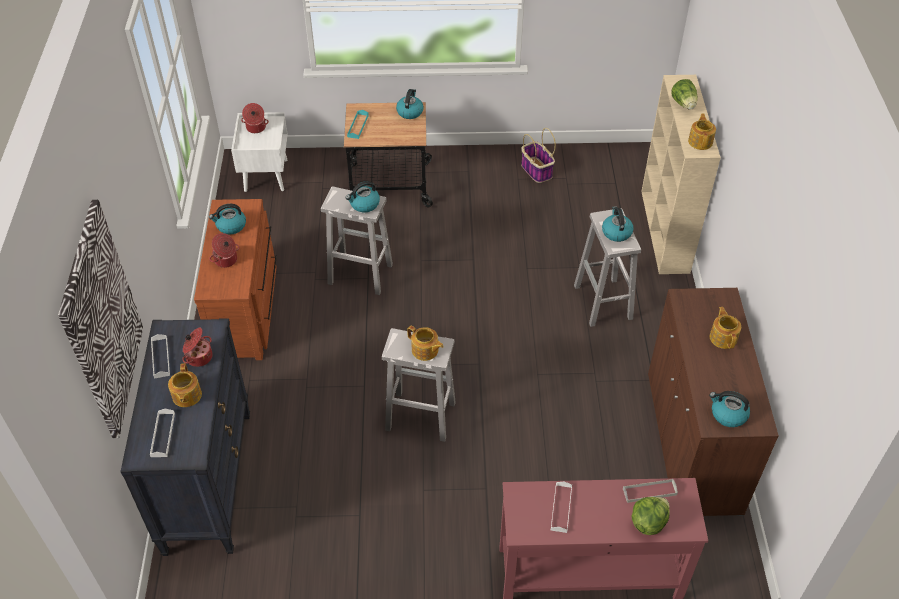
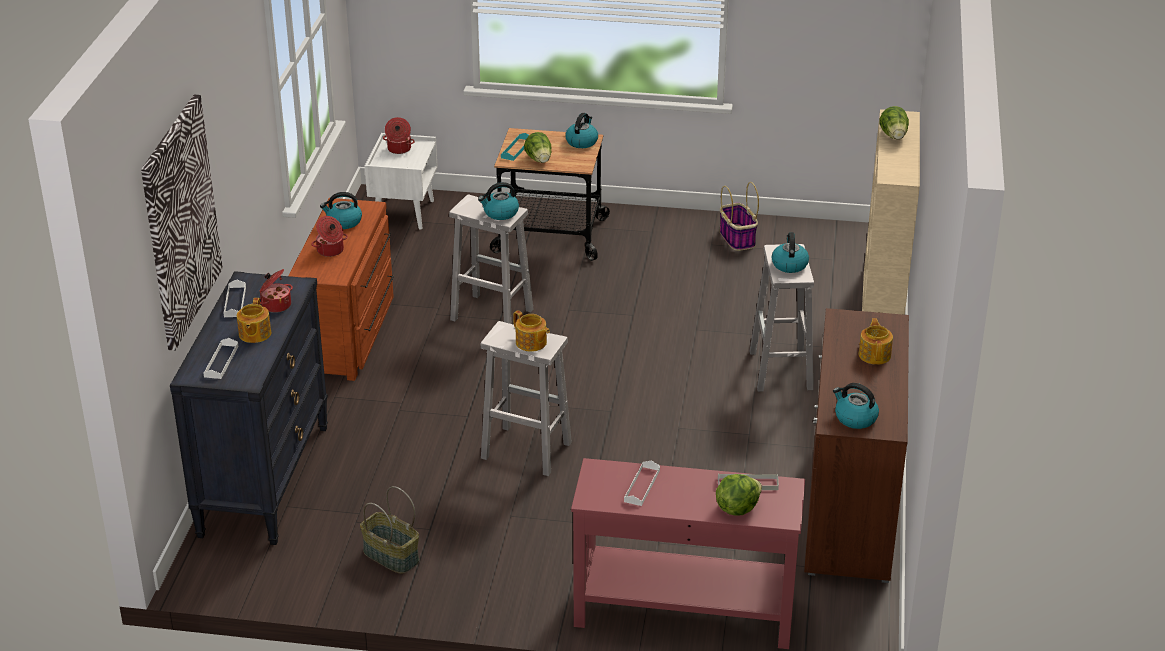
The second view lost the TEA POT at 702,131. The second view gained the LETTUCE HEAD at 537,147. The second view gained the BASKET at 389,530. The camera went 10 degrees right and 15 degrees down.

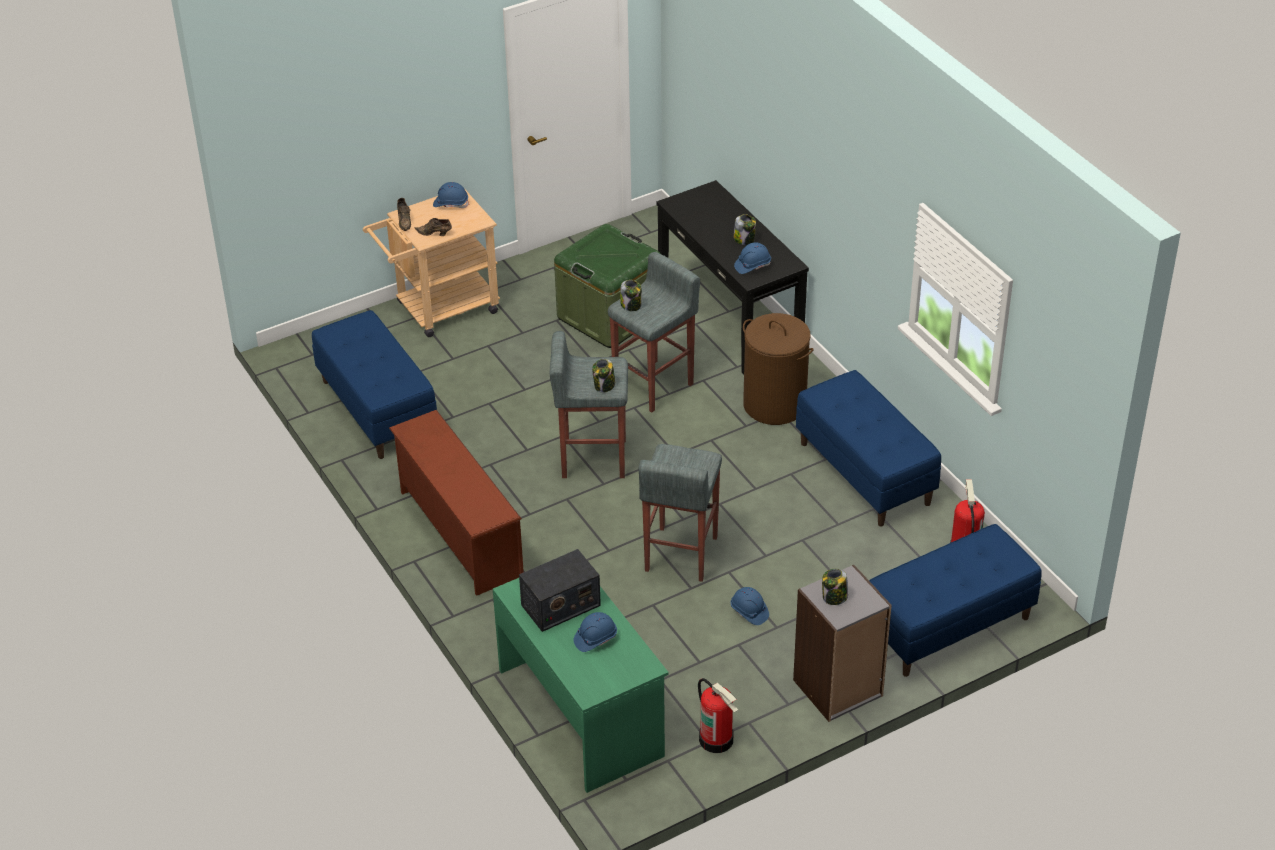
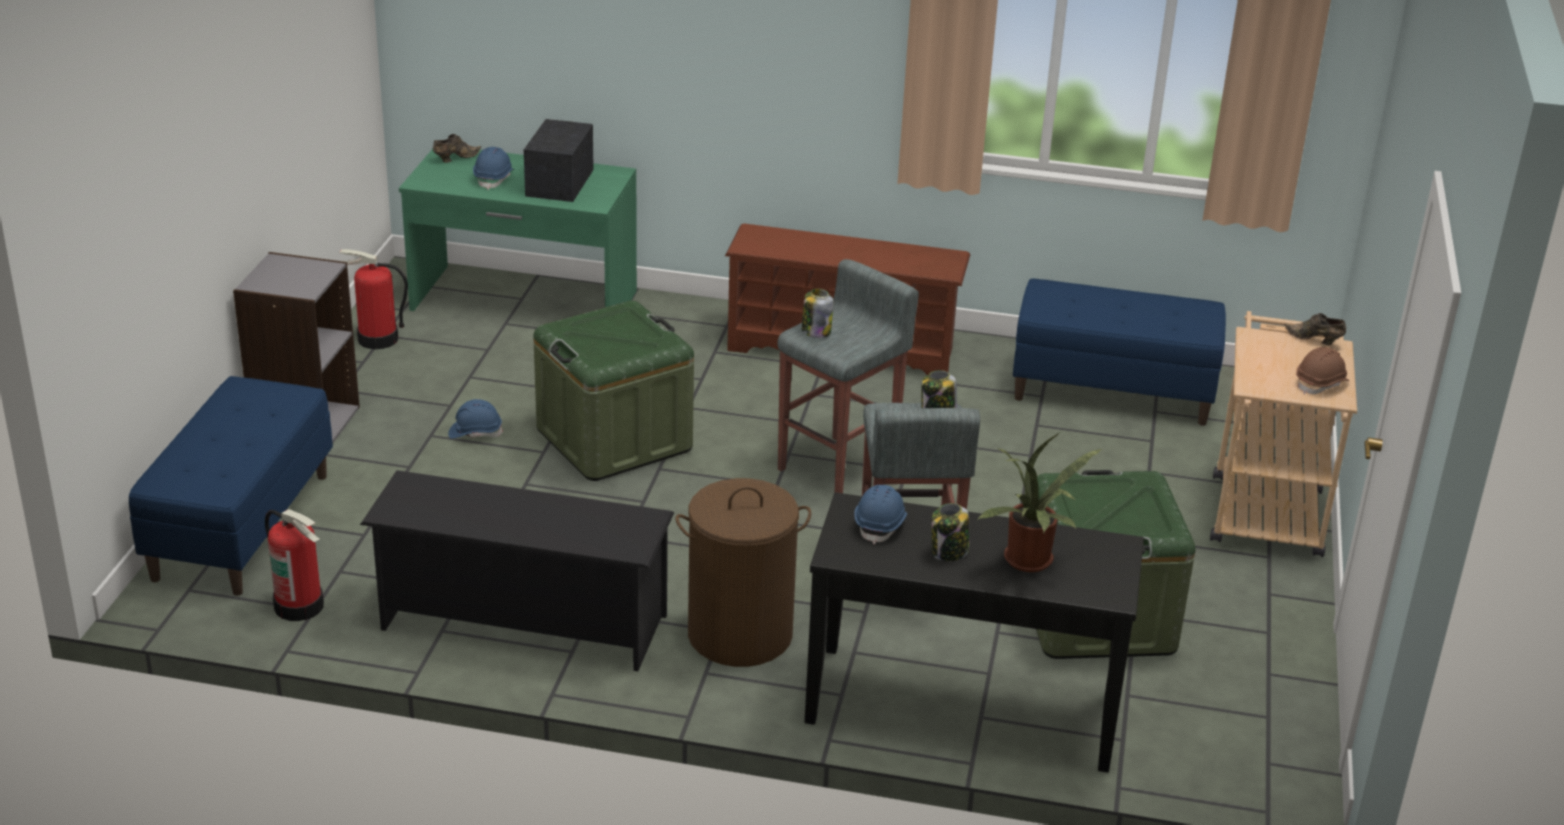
What was the BLUE SAFETY HELMET at 451,195 turned into the BROWN-COLOURED SAFETY HELMET at 1322,370. The BROWN-COLOURED LOW SHOE ended up elsewhere, having gone from 433,227 to 457,148. Where the BLUE INDOOR BENCH stood at 868,448, the BLACK SHOE RACK came to stand at 517,570. Where the GRAY SITTING STOOL stood at 680,513, the GREENISH STORAGE BIN came to stand at 613,391. The second view lost the JAR at 835,587. The second view gained the PLANT IN A POT at 1039,502. The camera went 130 degrees right and 10 degrees down.

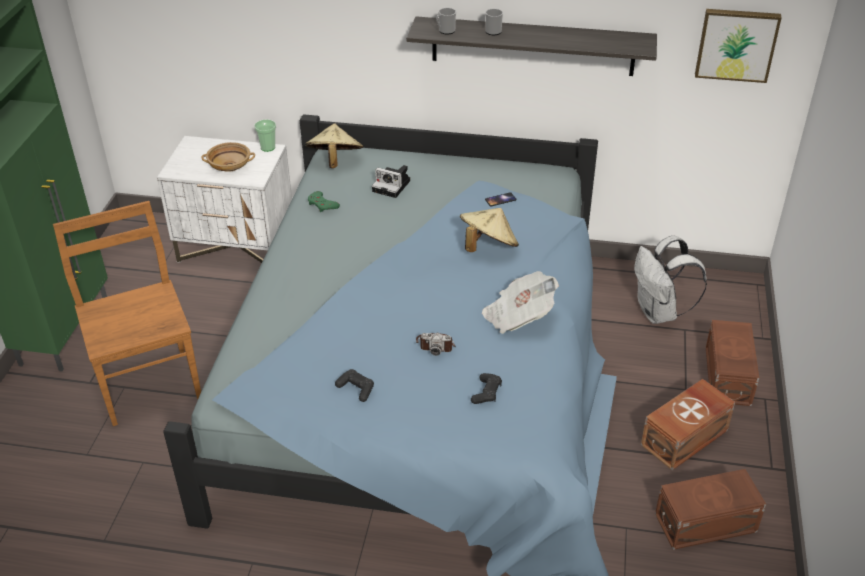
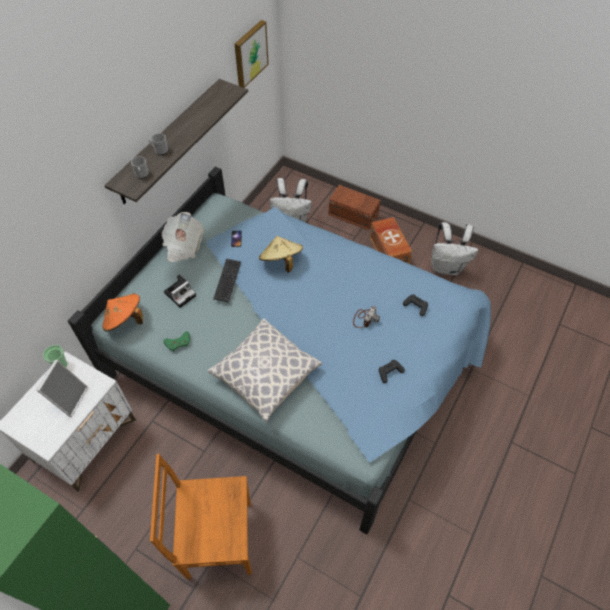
What was the BEIGE-COLOURED WEARABLE HAT at 334,145 turned into the ORANGE WEARABLE HAT at 122,312. Where the BEIGE-COLOURED SERVING BOWL stood at 228,157, the STANDING FRAME came to stand at 62,388. The NEWSPAPER ended up elsewhere, having gone from 520,302 to 182,237. Where the BROWN-COLOURED STORAGE BIN stood at 710,509, the WHITISH KNAPSACK came to stand at 454,248. The second view gained the PC KEYBOARD at 227,281. The second view gained the THROW PILLOW at 265,370. The camera went 70 degrees left and 15 degrees up.

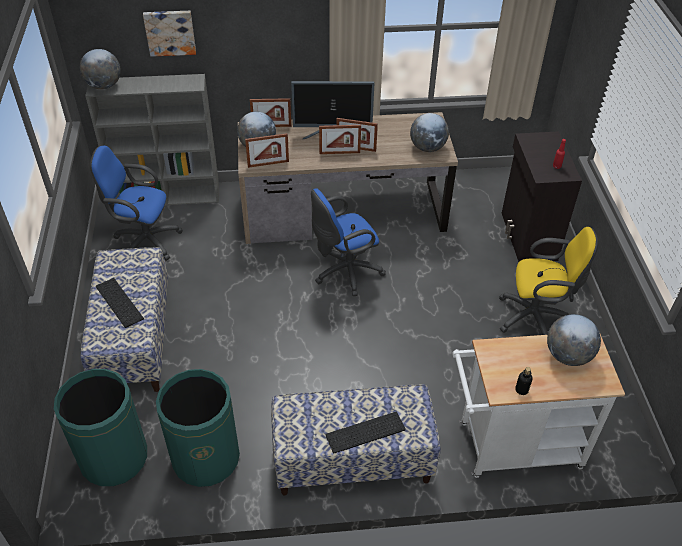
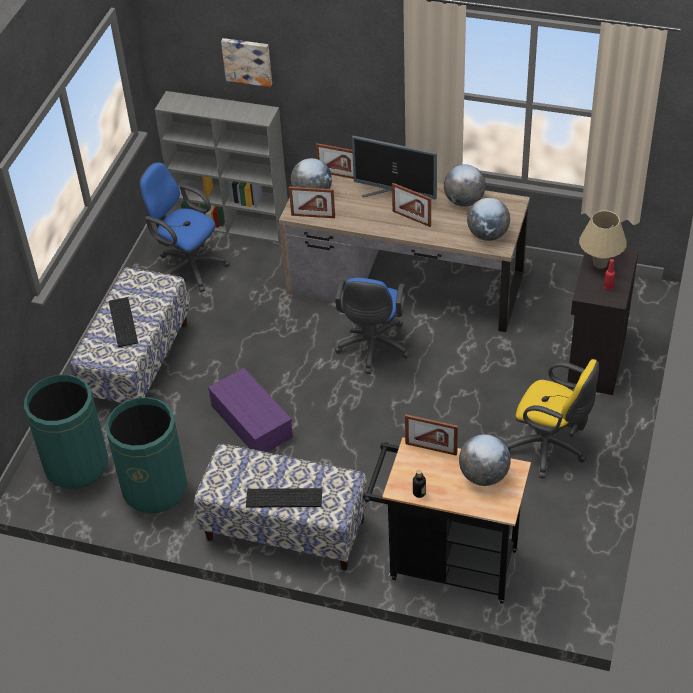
The WORLD GLOBE ended up elsewhere, having gone from 100,69 to 465,185. The STANDING FRAME ended up elsewhere, having gone from 340,139 to 431,435. The BLUE DESK CHAIR at 348,242 ended up facing another way, 75 degrees counterclockwise from before. What was the WHITISH CART at 538,406 turned into the BLACK CART at 447,520. The second view gained the BEIGE-COLOURED TABLE LAMP at 603,239. The second view gained the PURPLE-COLOURED STORAGE BIN at 250,410. The camera went 25 degrees right and 0 degrees up.

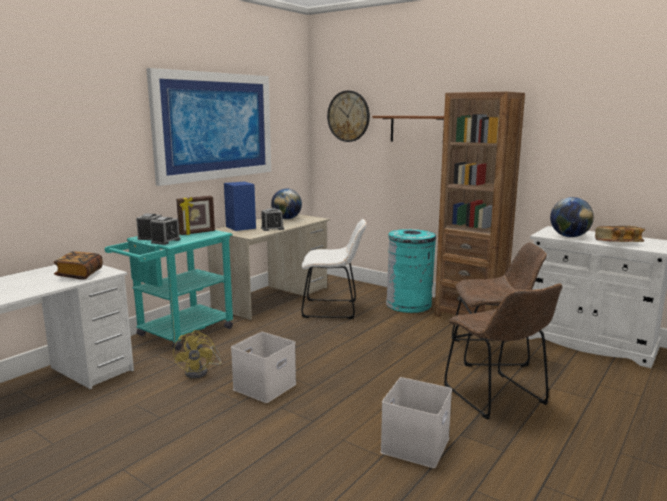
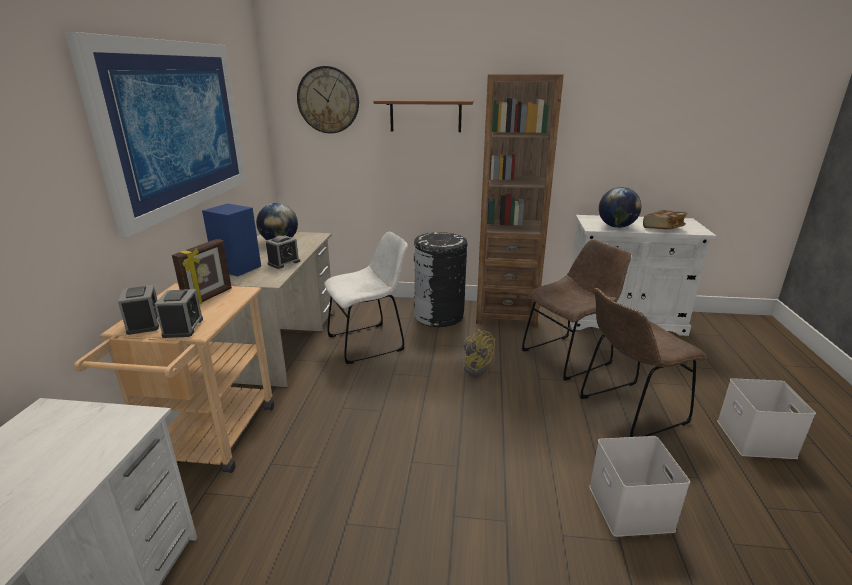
What was the TURQUOISE-COLOURED TRASH CAN at 411,271 turned into the BLACK TRASH CAN at 441,279. What was the TURQUOISE-COLOURED CART at 169,290 turned into the BEIGE-COLOURED CART at 174,378. The second view lost the VOLUME at 78,265. The BROWN-COLOURED PLAIN CHAIR at 503,351 ended up facing another way, 120 degrees clockwise from before. The YELLOW-COLOURED FAN ended up elsewhere, having gone from 197,354 to 479,352. The WHITISH STORAGE BIN ended up elsewhere, having gone from 263,367 to 766,418. The camera went 30 degrees left and 10 degrees up.

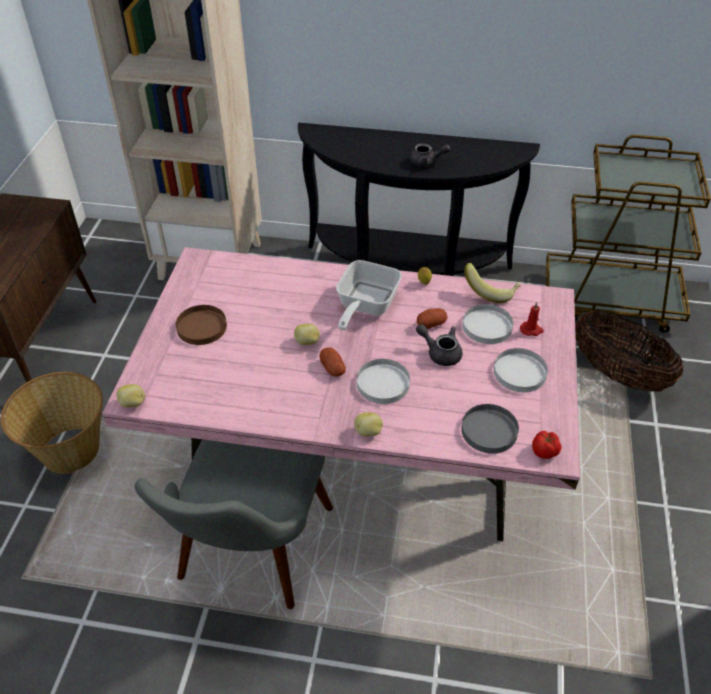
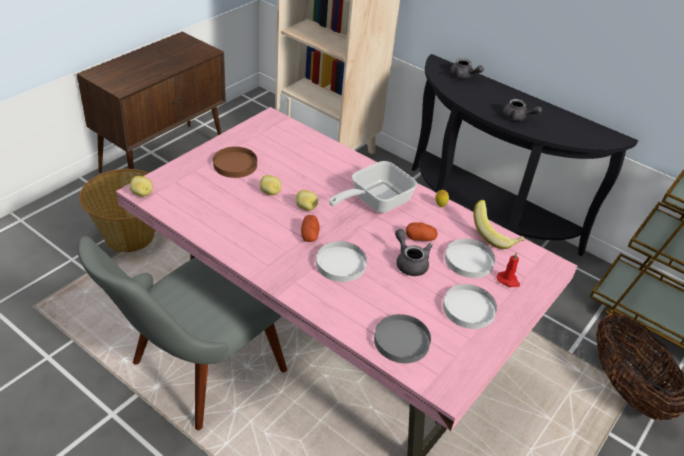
The SPUD ended up elsewhere, having gone from 368,424 to 271,185. The second view lost the FRESH TOMATO at 547,445. The second view gained the GRAY TEA POT at 467,68. The camera went 25 degrees right and 5 degrees down.

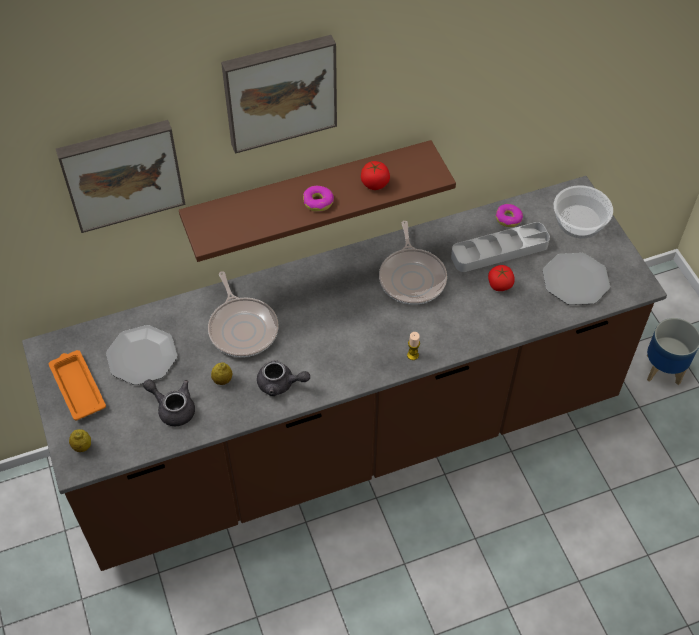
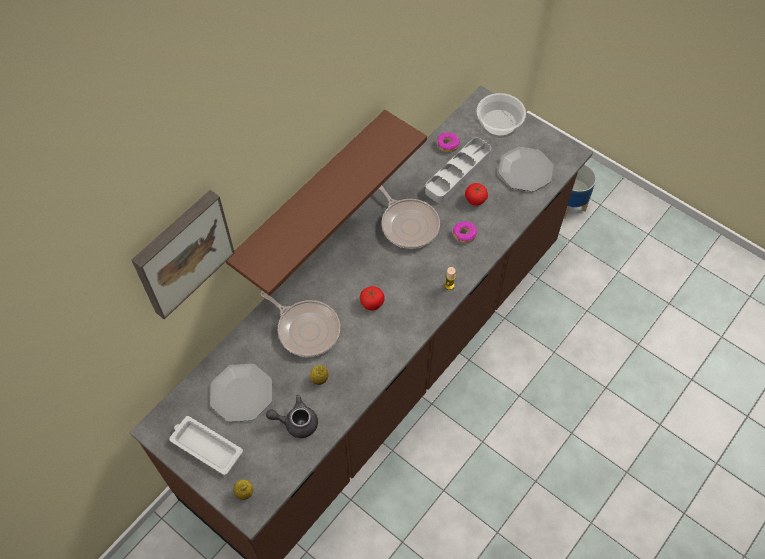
The second view lost the WALL ART at 279,94. The FRESH TOMATO ended up elsewhere, having gone from 375,175 to 372,298. The DONUT ended up elsewhere, having gone from 318,199 to 465,232. What was the ORANGE TRAY at 77,385 turned into the WHITISH TRAY at 206,445. The second view lost the GRAY TEA POT at 283,378. The camera went 30 degrees left and 5 degrees up.

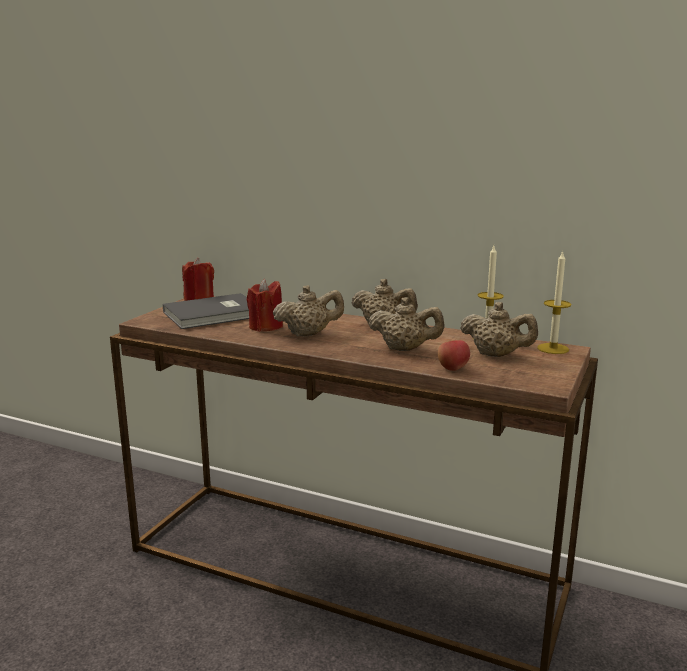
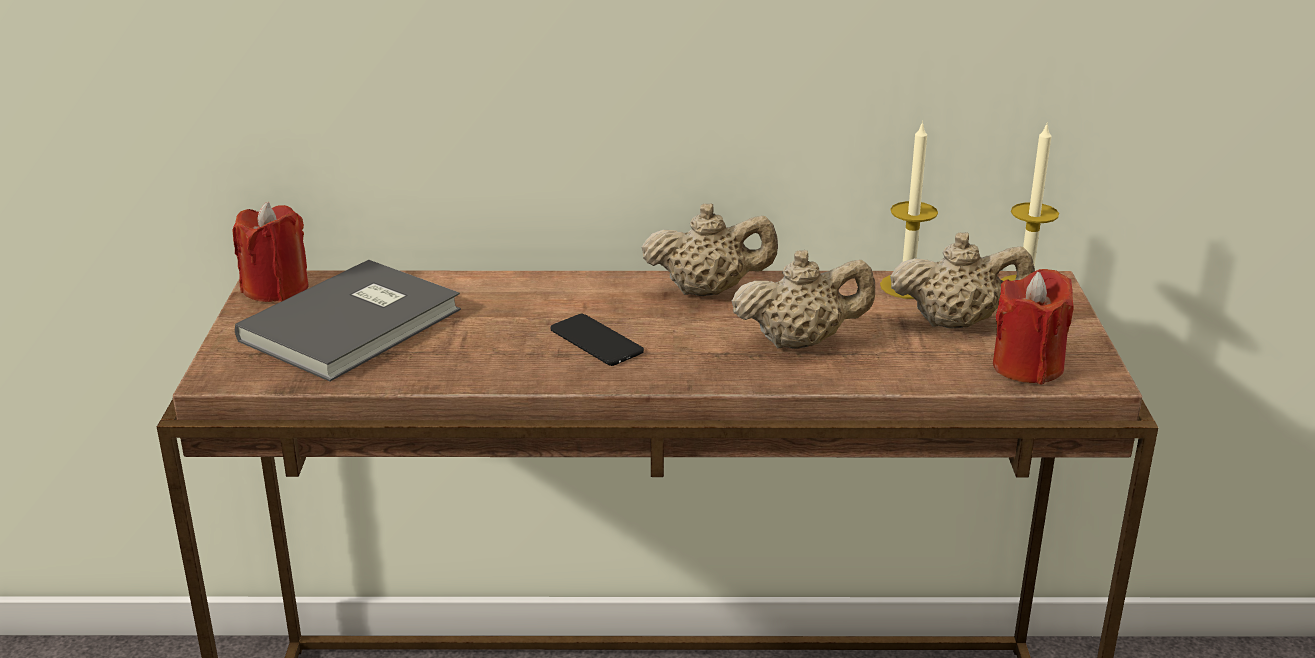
The REDDISH WAX CANDLE ended up elsewhere, having gone from 265,305 to 1033,326. Where the BEIGE-COLOURED TEA POT stood at 308,311, the PHONE came to stand at 597,340. The second view lost the APPLE at 454,355. The camera went 25 degrees left and 10 degrees up.

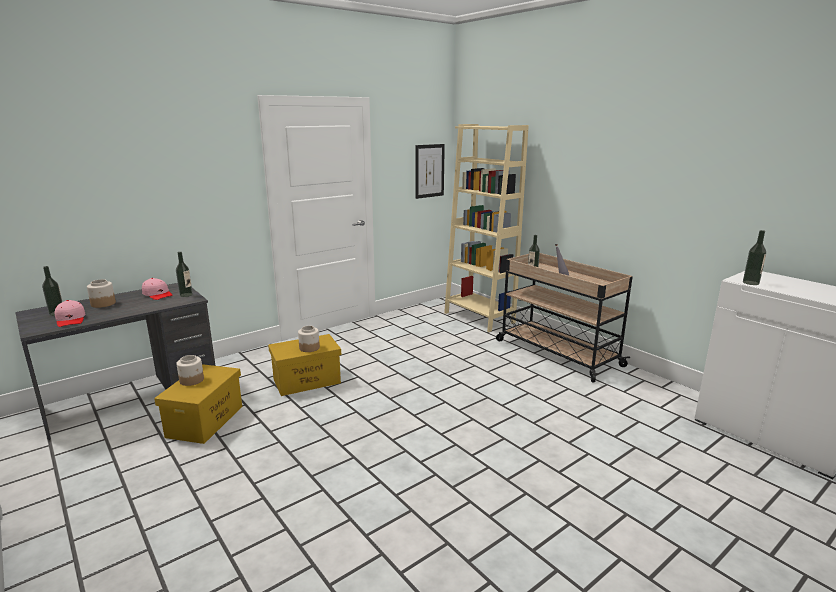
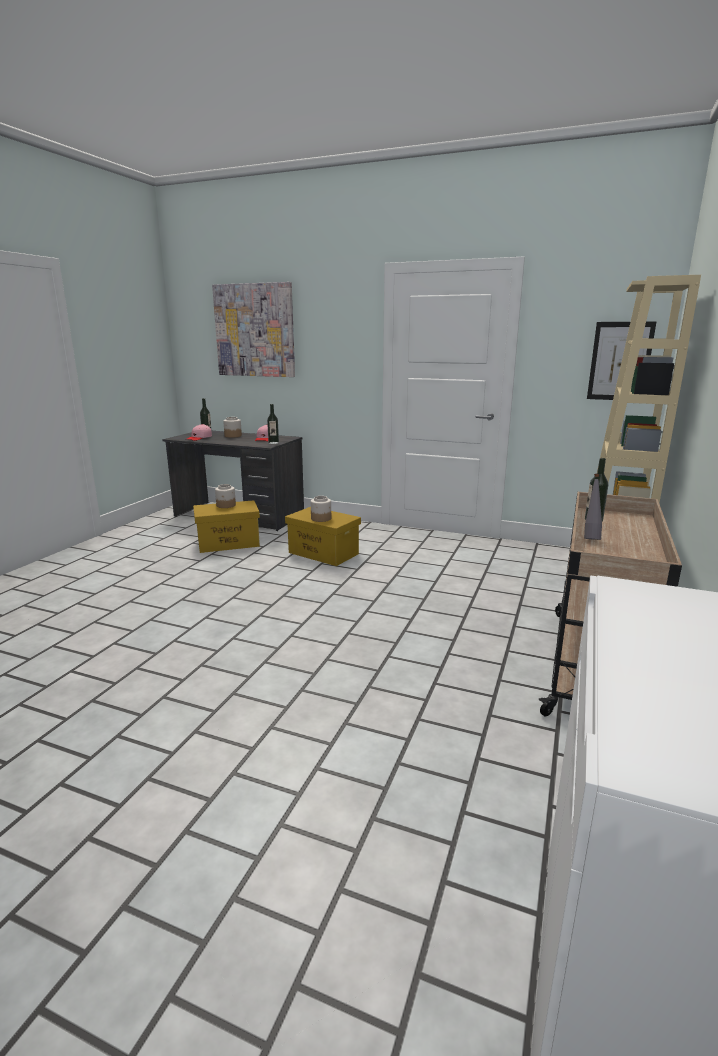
The second view lost the DRINK BOTTLE at 754,257. The second view gained the WALL ART at 253,329. The camera went 60 degrees right and 0 degrees up.

